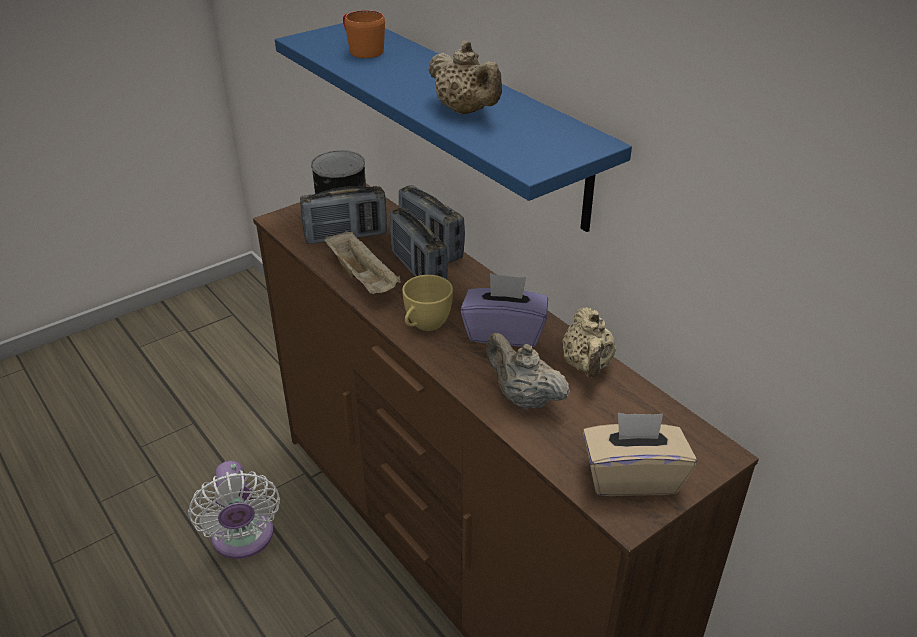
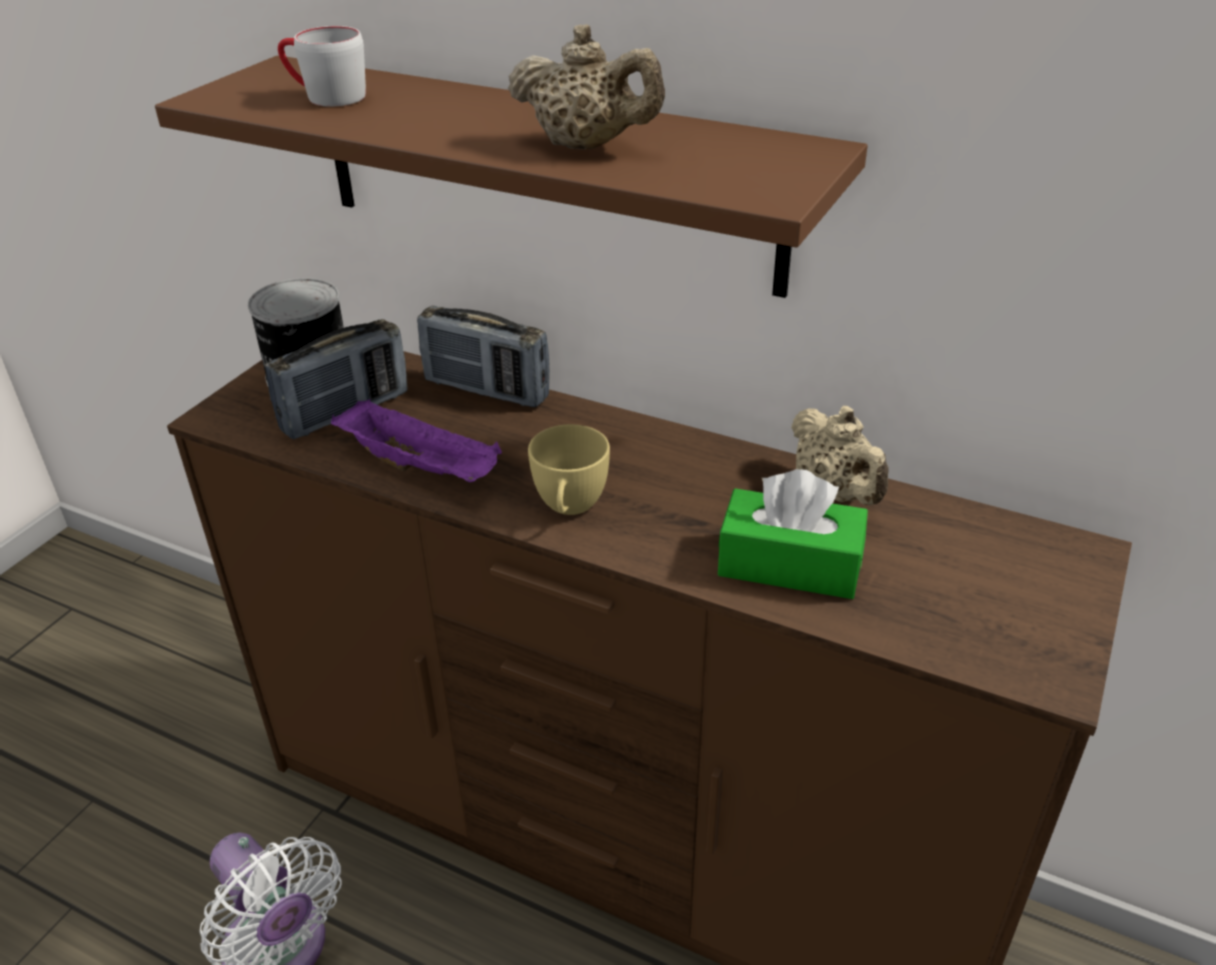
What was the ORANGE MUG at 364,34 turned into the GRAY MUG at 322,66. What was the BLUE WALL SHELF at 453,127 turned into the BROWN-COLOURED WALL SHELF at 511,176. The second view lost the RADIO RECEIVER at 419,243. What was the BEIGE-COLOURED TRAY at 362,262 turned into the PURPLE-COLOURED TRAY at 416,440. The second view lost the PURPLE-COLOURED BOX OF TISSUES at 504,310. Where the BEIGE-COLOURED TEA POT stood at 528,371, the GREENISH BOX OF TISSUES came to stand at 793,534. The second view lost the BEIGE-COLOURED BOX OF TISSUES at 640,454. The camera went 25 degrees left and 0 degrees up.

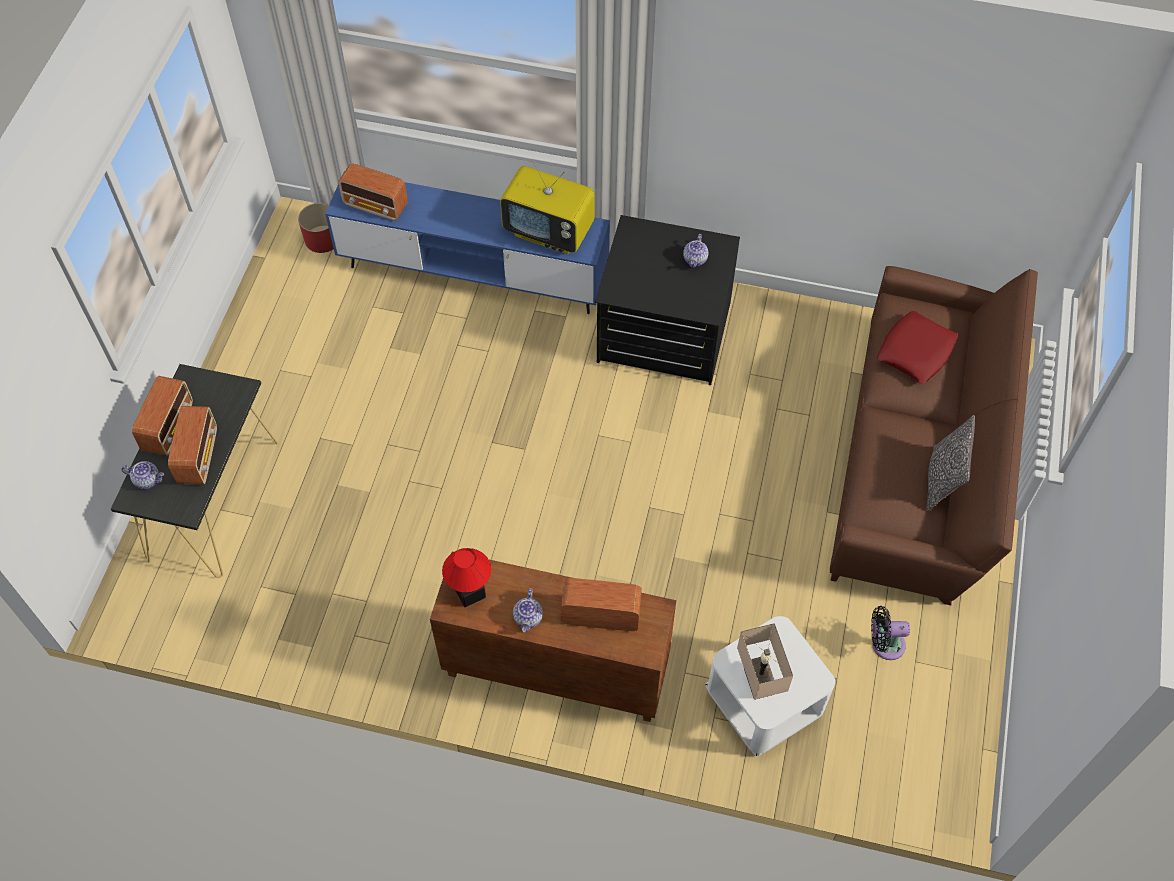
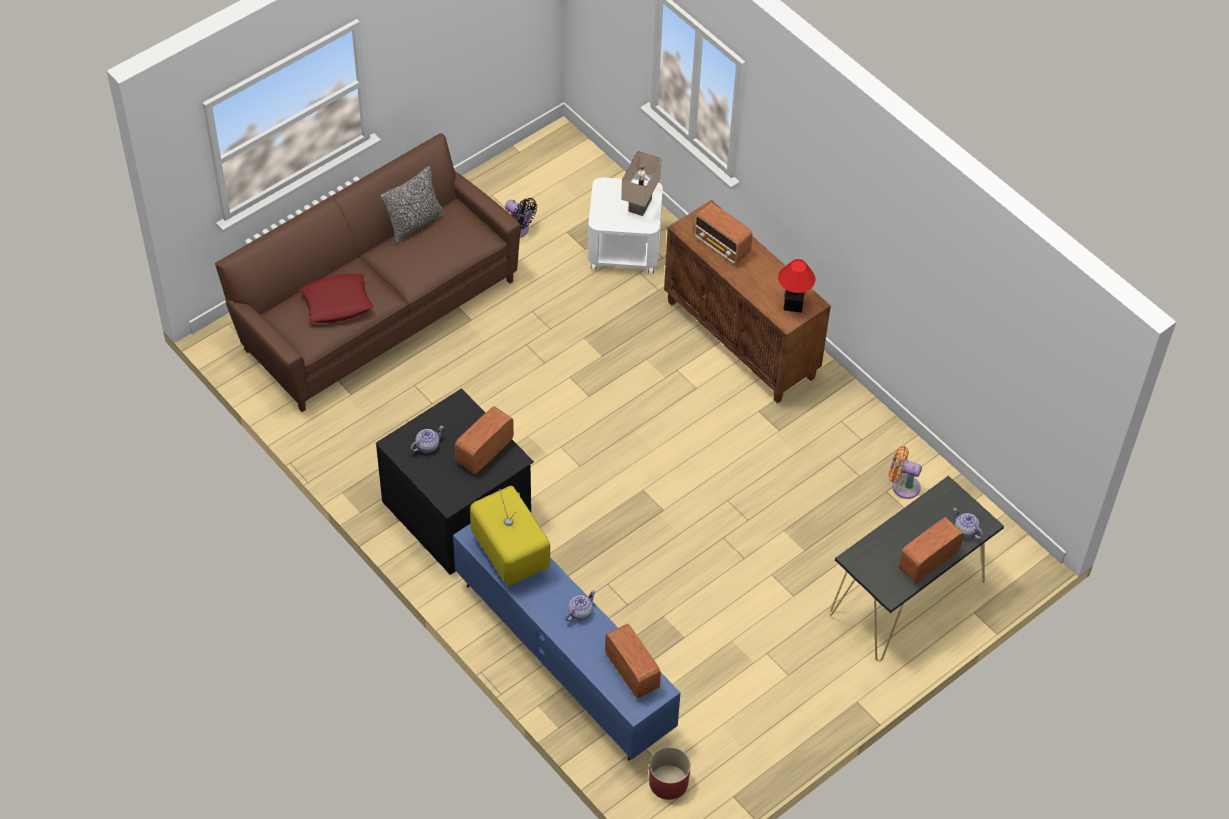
The RADIO RECEIVER ended up elsewhere, having gone from 192,445 to 484,440. The TEA POT ended up elsewhere, having gone from 528,610 to 580,605. The second view gained the ORANGE FAN at 905,472. The camera went 145 degrees left and 5 degrees down.

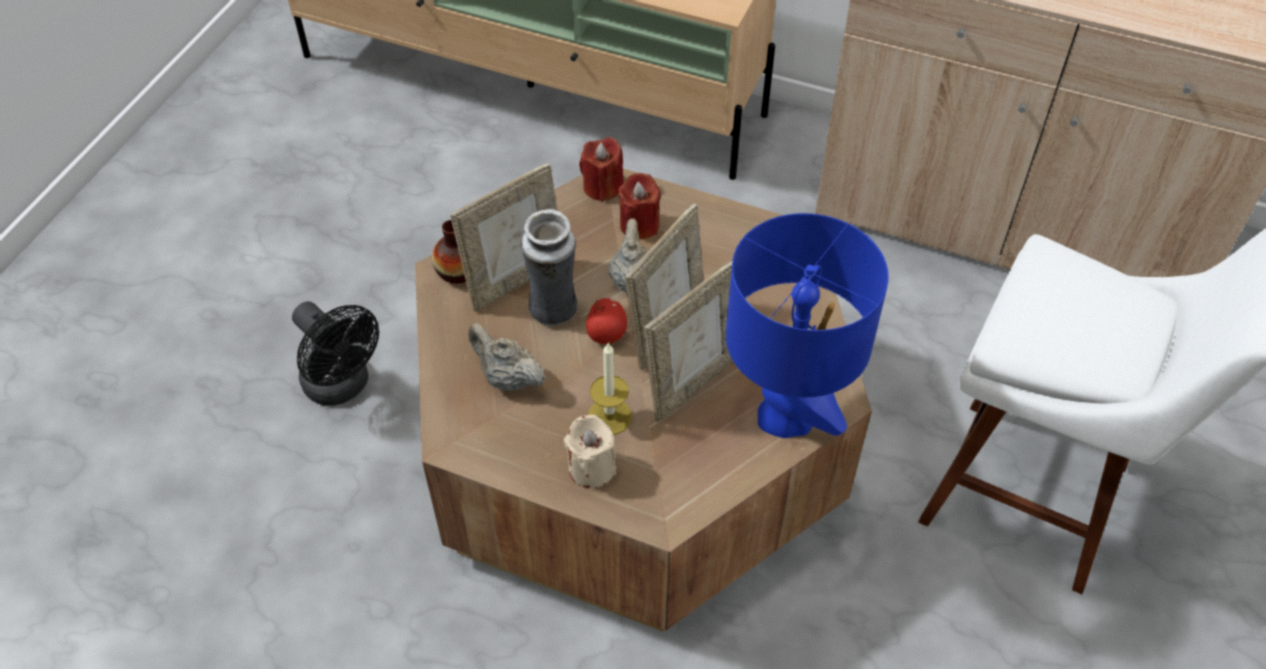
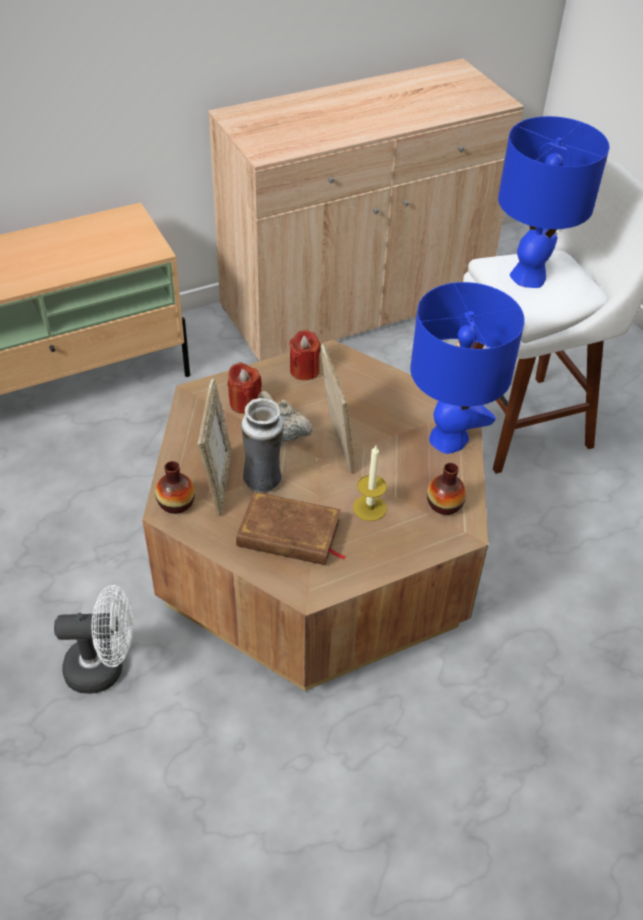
The REDDISH WAX CANDLE ended up elsewhere, having gone from 601,169 to 305,355. The second view lost the STANDING FRAME at 688,341. The second view lost the APPLE at 606,321. What was the BLACK FAN at 335,353 turned into the WHITISH FAN at 93,639. Where the BEIGE-COLOURED TEA POT stood at 507,357, the BROWN-COLOURED VOLUME came to stand at 291,528. The second view lost the BEIGE-COLOURED WAX CANDLE at 590,451. The second view gained the BLUE TABLE LAMP at 553,202. The second view gained the FLOWER VASE at 446,489. The camera went 50 degrees left and 5 degrees down.

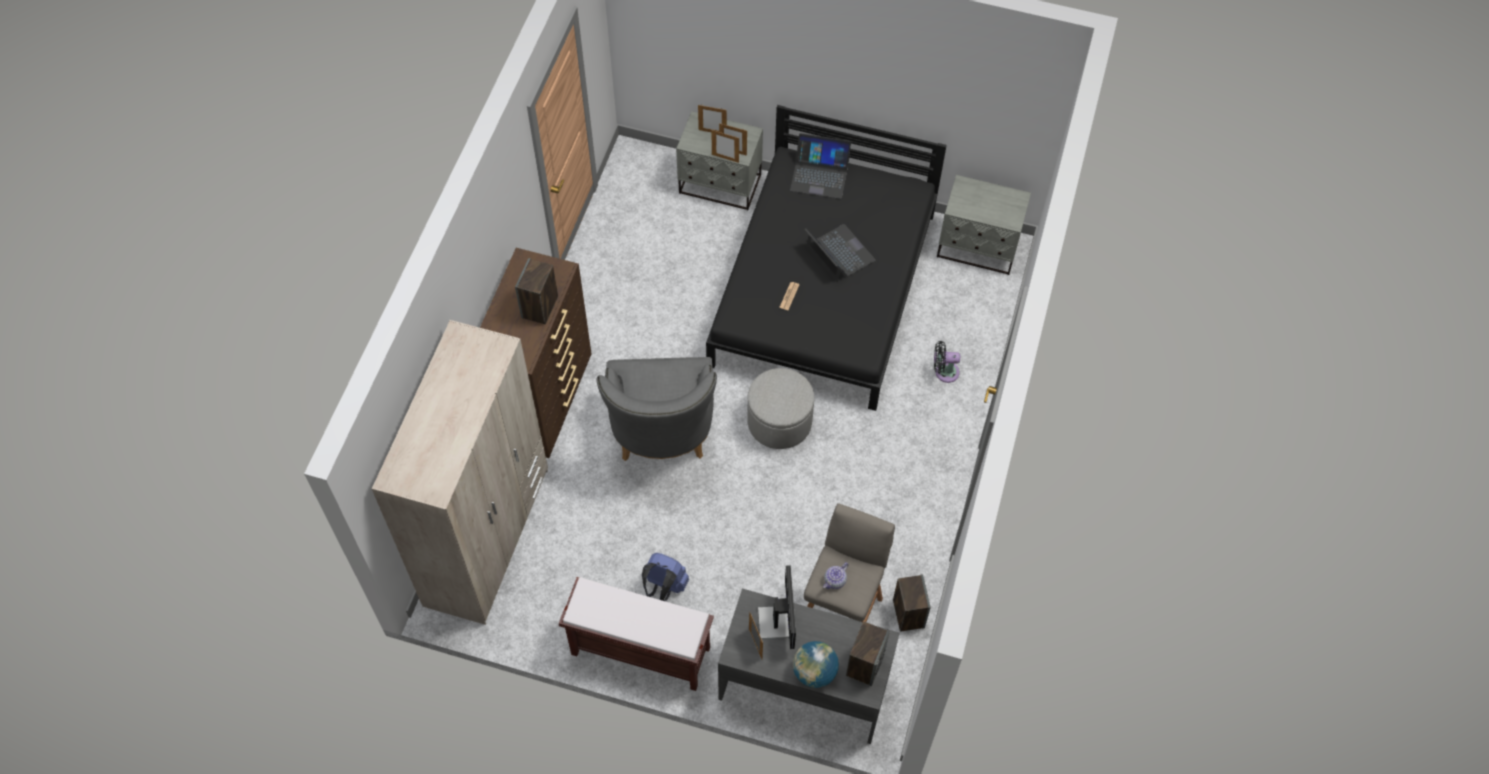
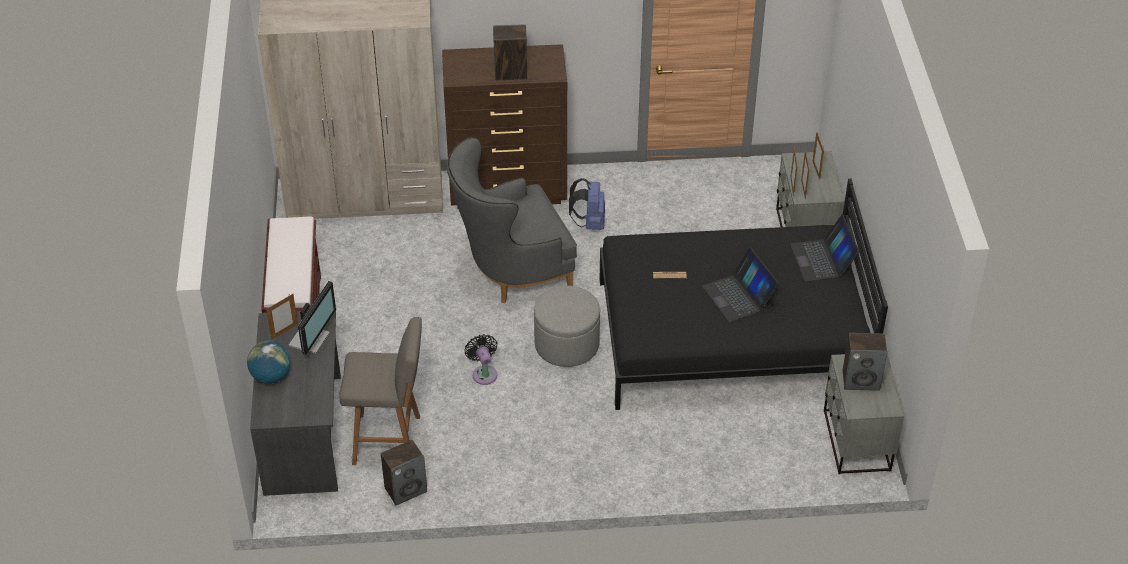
The LAPTOP at 840,253 ended up facing another way, 120 degrees clockwise from before. The BLACK FAN ended up elsewhere, having gone from 947,362 to 481,359. The BLUE KNAPSACK ended up elsewhere, having gone from 665,577 to 587,204. The second view lost the TEA POT at 836,575. The COMPUTER SCREEN at 777,607 ended up facing another way, 45 degrees counterclockwise from before. The LOUDSPEAKER ended up elsewhere, having gone from 868,653 to 865,362. The camera went 70 degrees right and 15 degrees down.

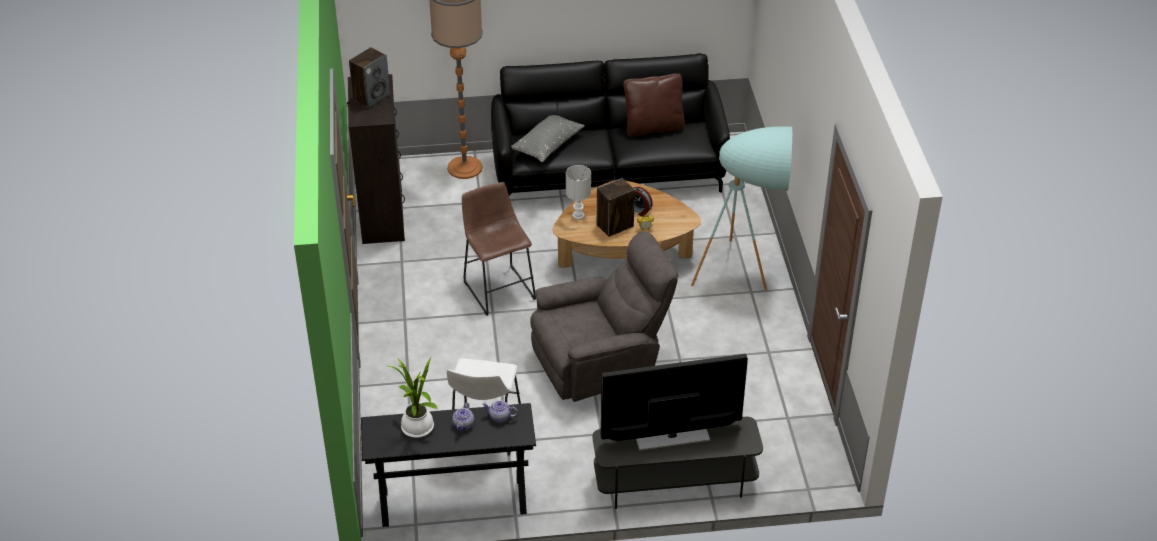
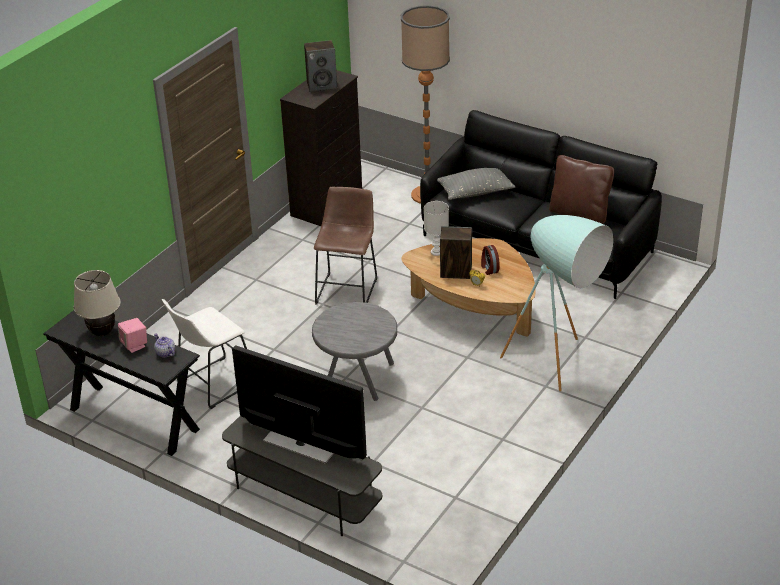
Where the GRAY LOUNGE CHAIR stood at 604,316, the GRAY END TABLE came to stand at 354,351. Where the PLANT IN A POT stood at 413,398, the BEIGE-COLOURED TABLE LAMP came to stand at 97,303. Where the TEA POT stood at 463,417, the PINK LOUDSPEAKER came to stand at 132,335. The camera went 40 degrees right and 5 degrees down.

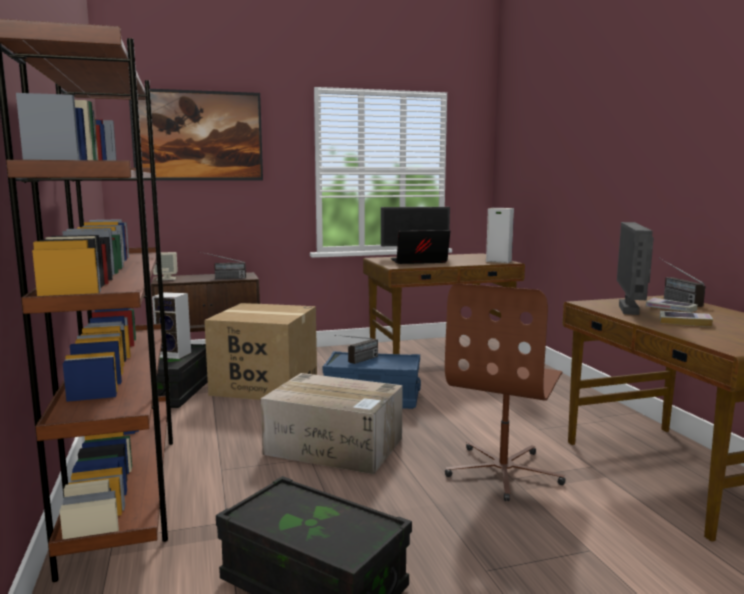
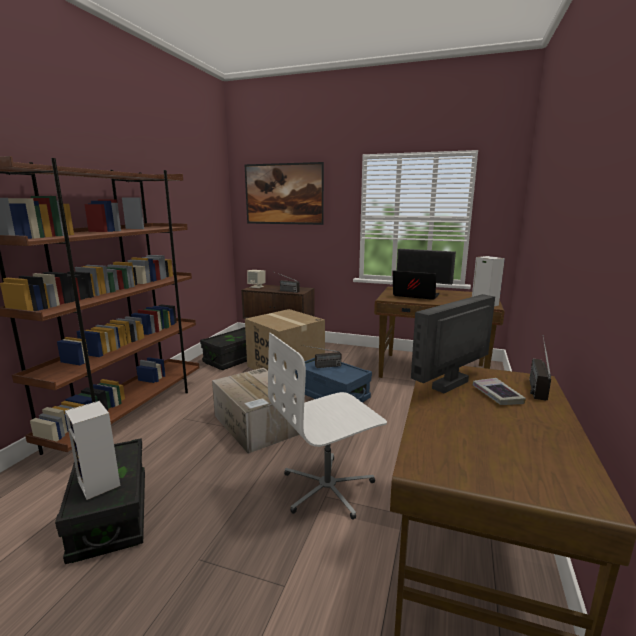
What was the BROWN-COLOURED DESK CHAIR at 505,392 turned into the WHITISH DESK CHAIR at 327,426. The LOUDSPEAKER ended up elsewhere, having gone from 171,325 to 92,450. The second view lost the VOLUME at 686,319. The camera went 35 degrees right and 5 degrees up.

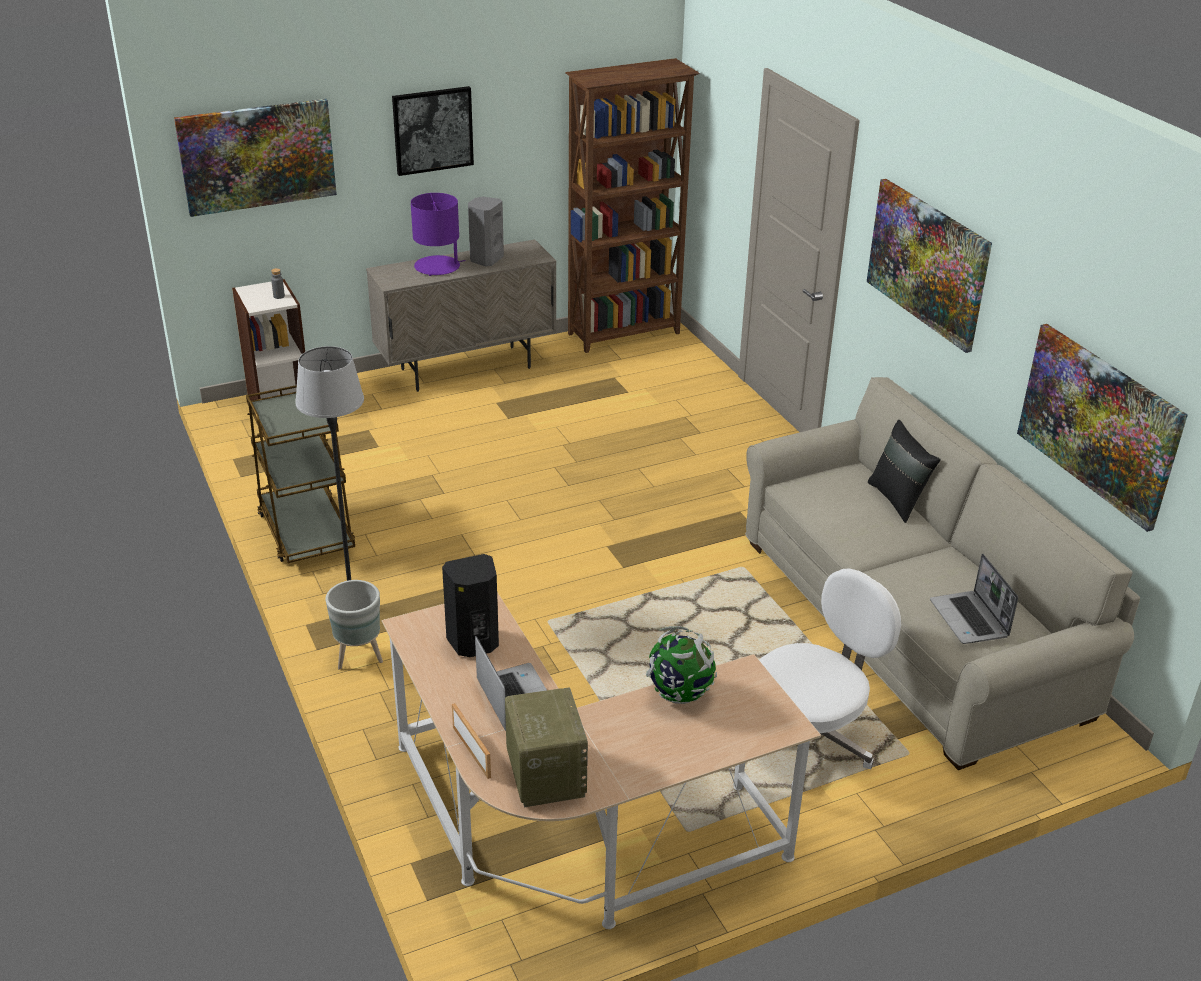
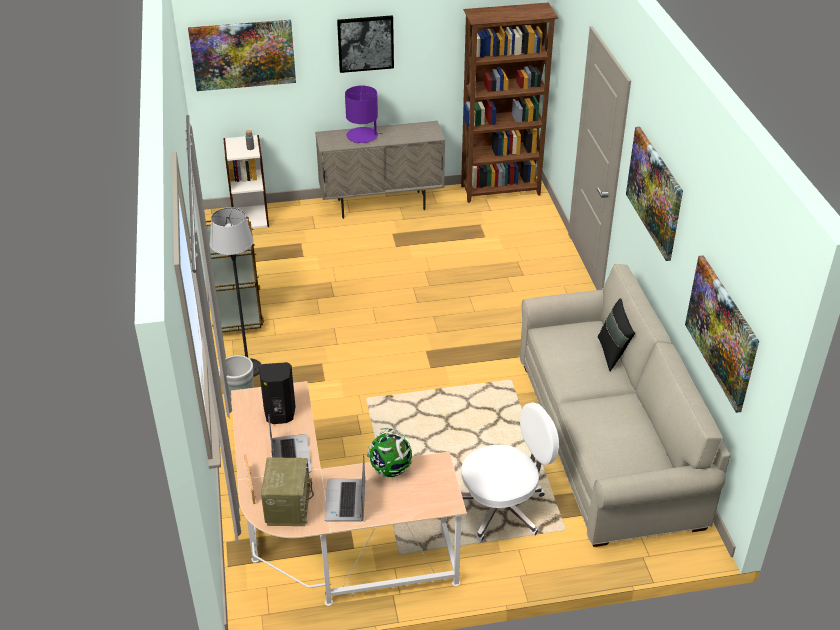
The second view lost the GRAY LOUDSPEAKER at 486,232. The LAPTOP ended up elsewhere, having gone from 974,599 to 344,488. The camera went 15 degrees right and 5 degrees up.

